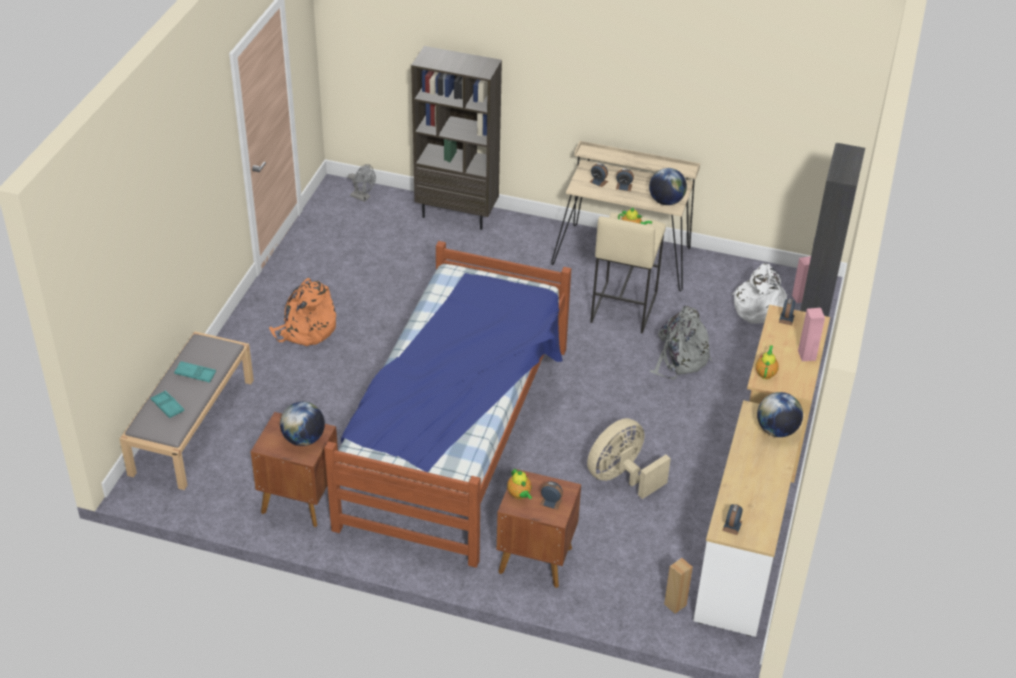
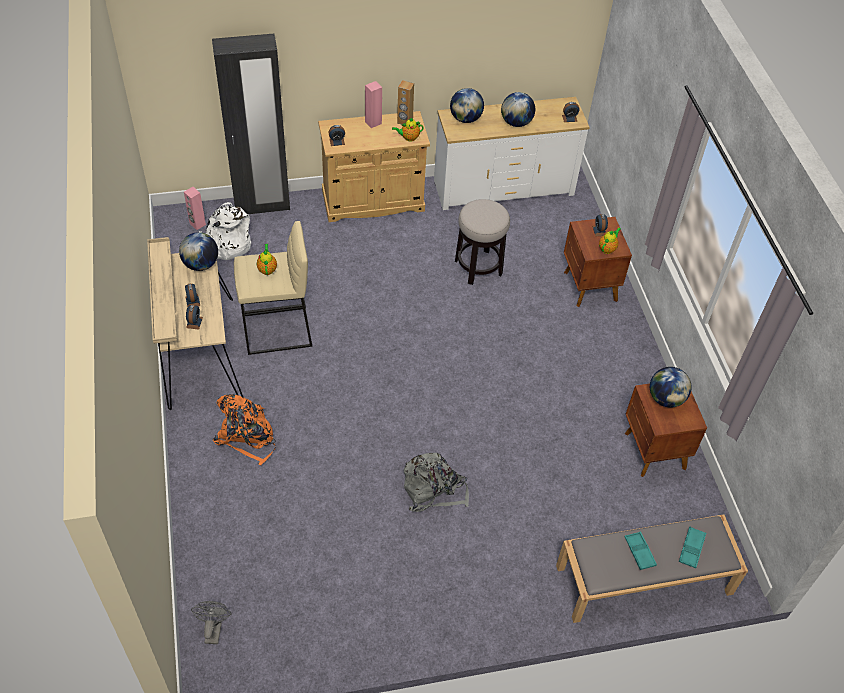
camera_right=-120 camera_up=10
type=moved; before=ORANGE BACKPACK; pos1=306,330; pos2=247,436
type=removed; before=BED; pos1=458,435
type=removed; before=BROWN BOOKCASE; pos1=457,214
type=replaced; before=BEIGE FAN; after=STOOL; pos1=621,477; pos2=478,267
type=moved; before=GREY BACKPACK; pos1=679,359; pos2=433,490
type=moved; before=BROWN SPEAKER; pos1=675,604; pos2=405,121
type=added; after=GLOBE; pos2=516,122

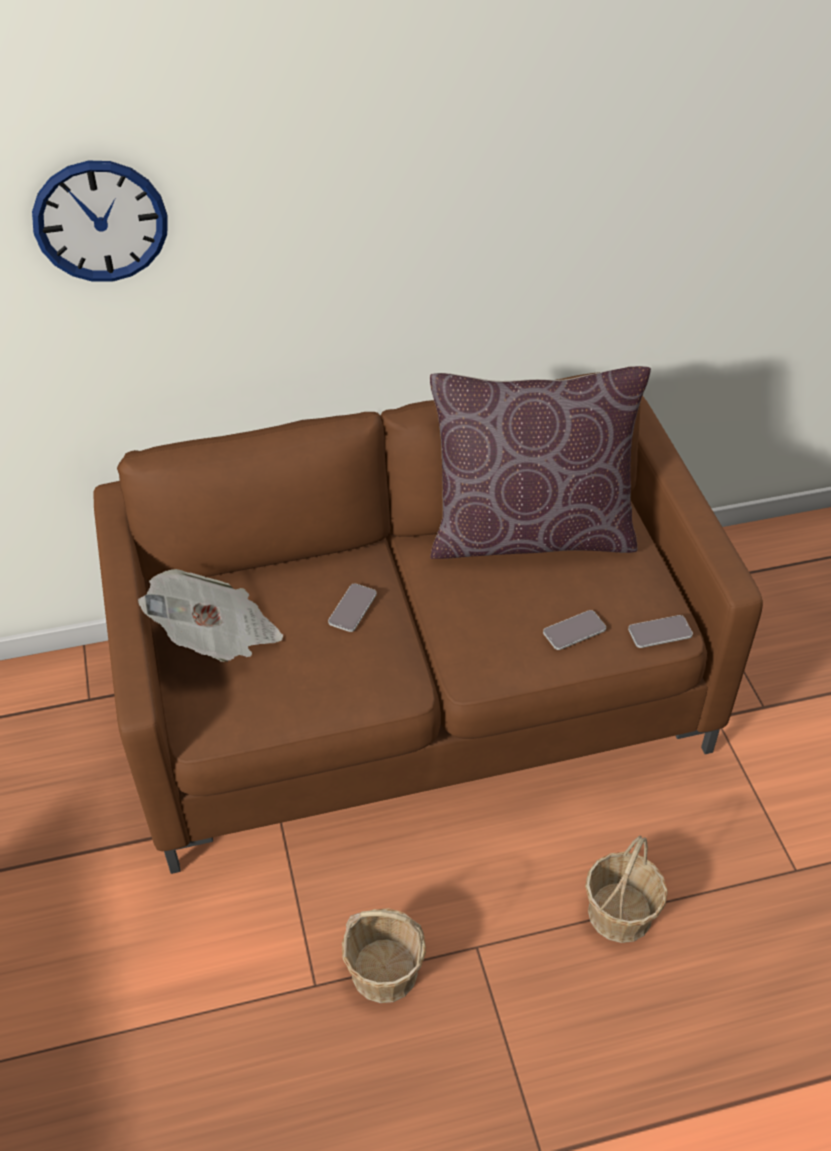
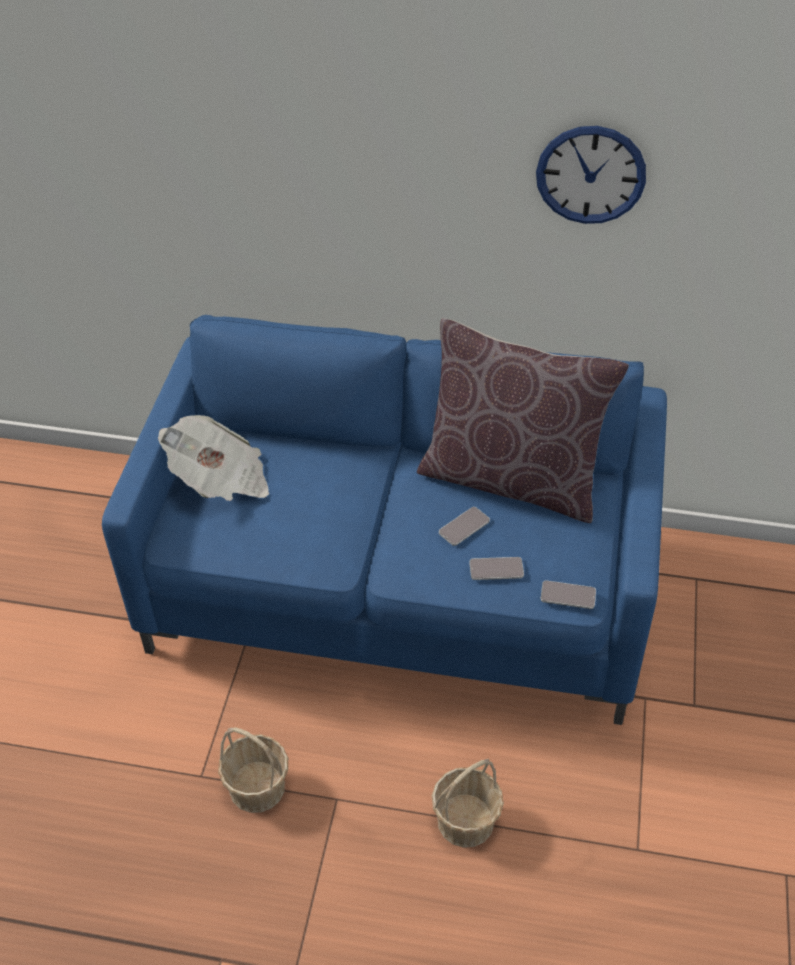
camera_right=25 camera_up=0
type=moved; before=WALL CLOCK; pos1=100,221; pos2=590,175
type=recoloured; before=BROWN SOFA; after=BLUE SOFA; pos1=414,702; pos2=398,592
type=moved; before=PHONE; pos1=352,608; pos2=464,527

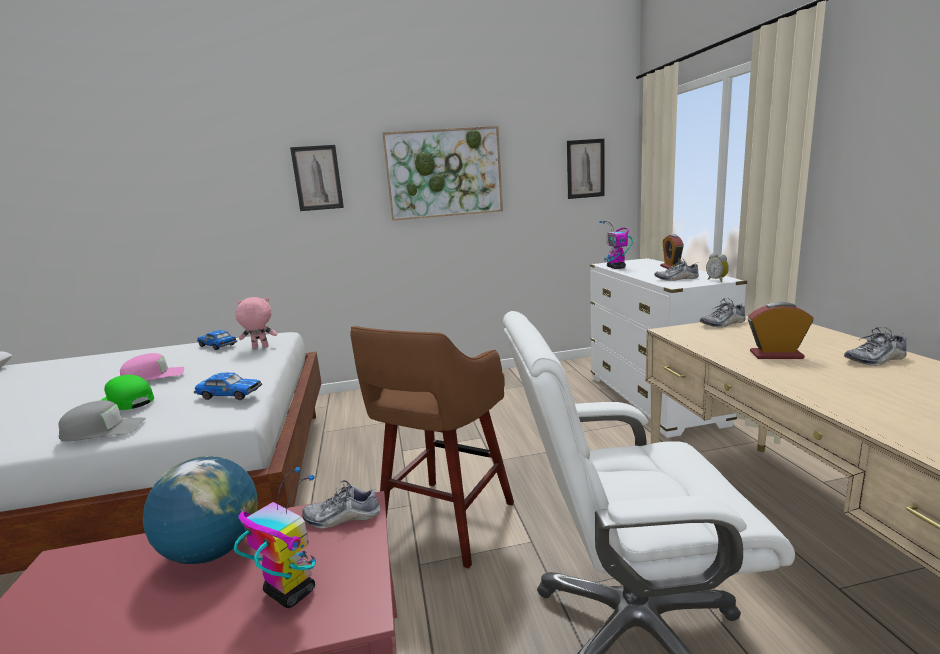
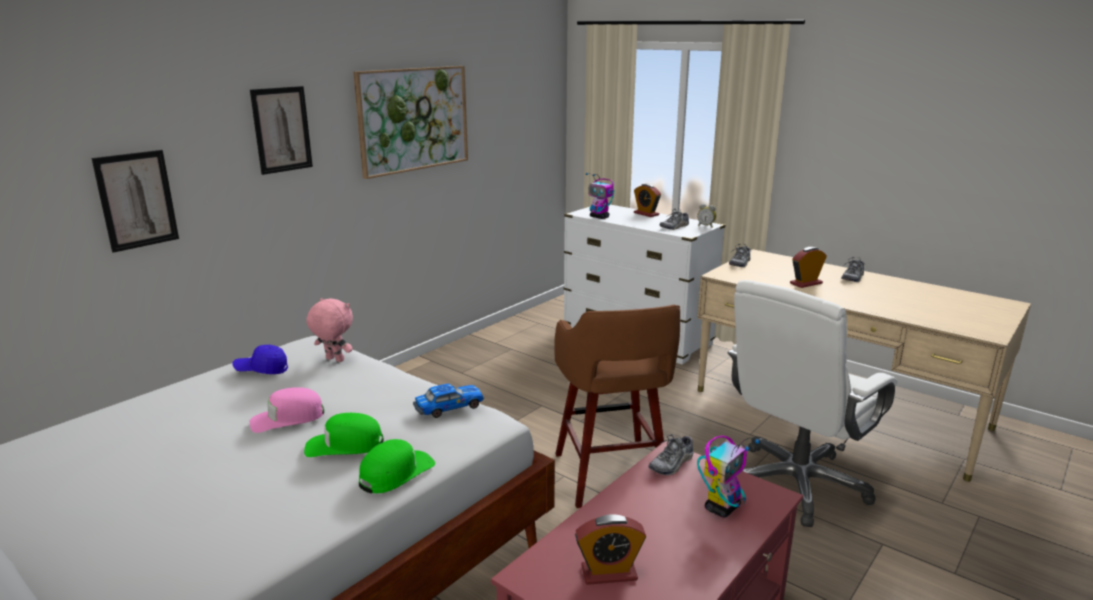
camera_right=-40 camera_up=5
type=recoloured; before=GREY CAP; after=GREEN CAP; pos1=103,430; pos2=396,472
type=turned; before=PINK CAP; pos1=154,376; pos2=287,418; turn=-135
type=removed; before=GLOBE; pos1=213,551
type=replaced; before=TOY CAR; after=BLUE CAP; pos1=218,346; pos2=262,370
type=turned; before=TOY ROBOT; pos1=289,591; pos2=722,507; turn=135
type=turned; before=PINK PLUSH TOY; pos1=260,347; pos2=334,360; turn=75
type=moved; before=PICTURE; pos1=585,169; pos2=137,200
type=added; after=ALARM CLOCK; pos2=609,573

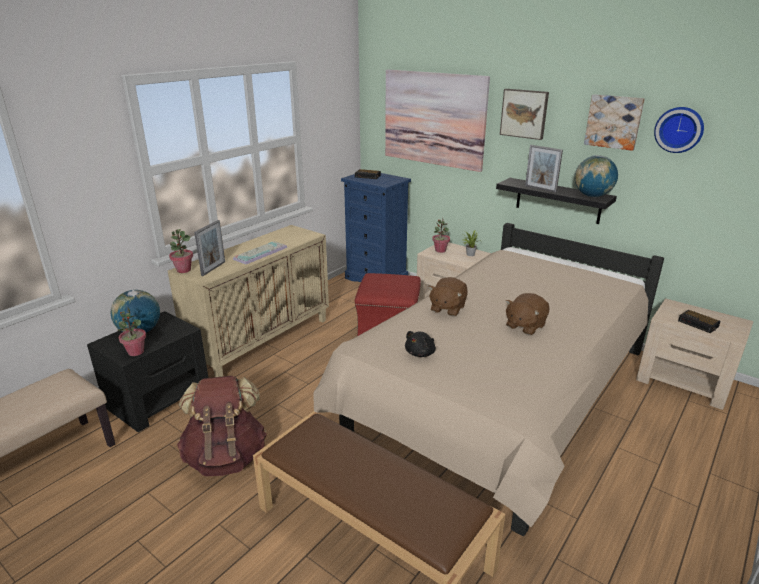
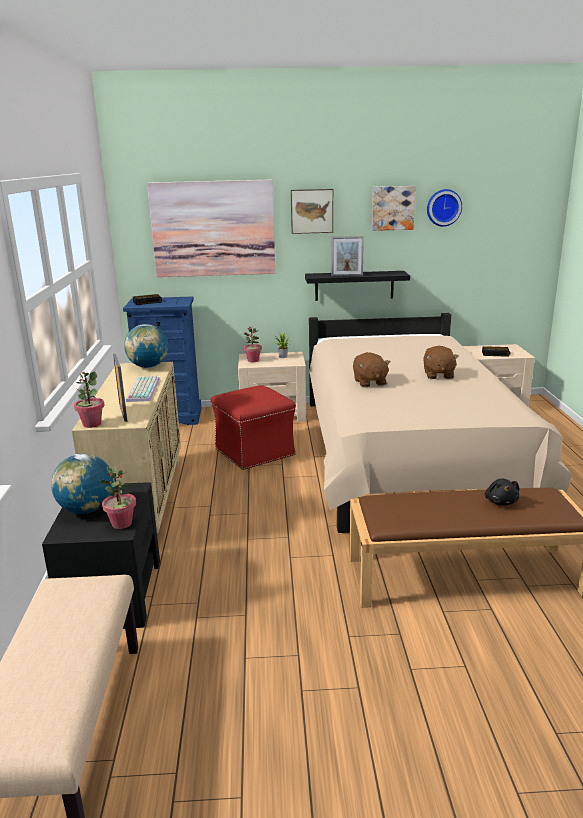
camera_right=-40 camera_up=-5
type=removed; before=BROWN BACKPACK; pos1=226,457
type=moved; before=BLACK PLUSH TOY; pos1=421,353; pos2=500,501
type=moved; before=GLOBE; pos1=592,196; pos2=148,367

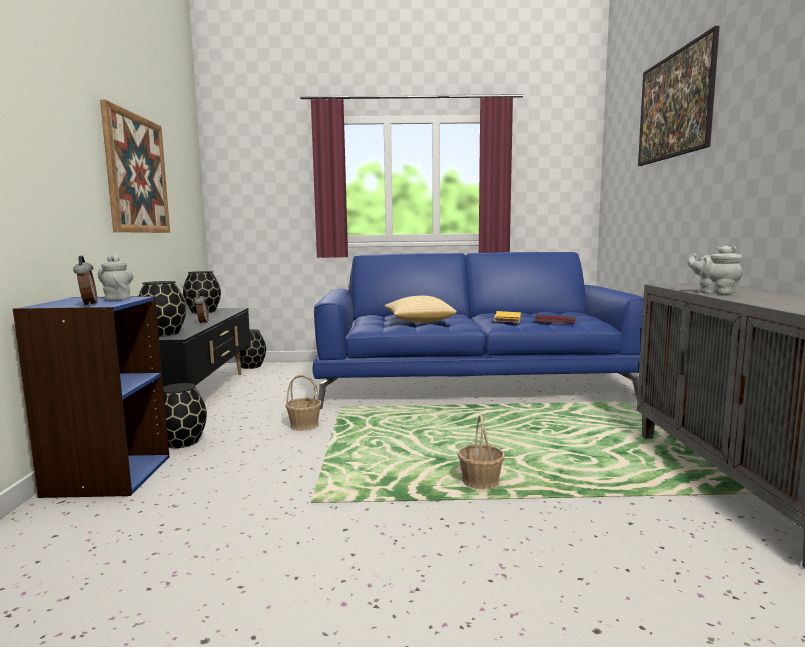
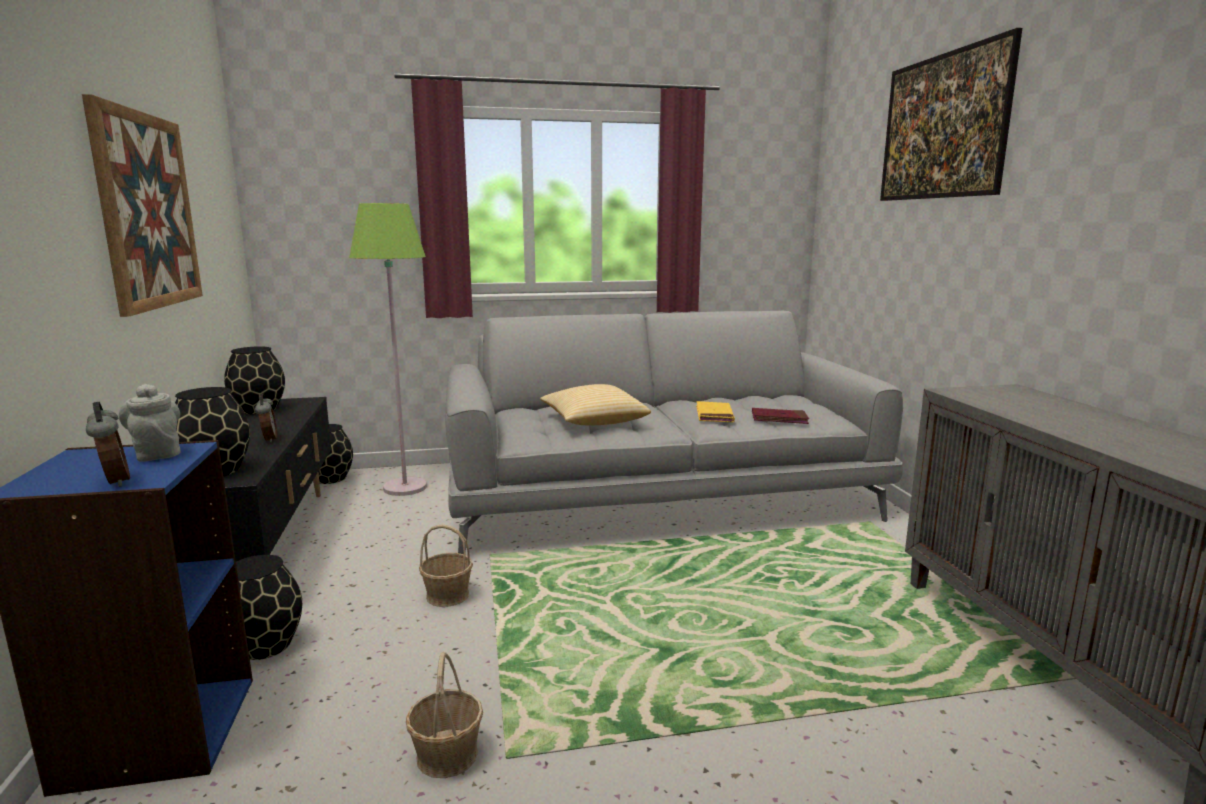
camera_right=-10 camera_up=5
type=recoloured; before=BLUE SOFA; after=GREY SOFA; pos1=472,382; pos2=659,495
type=moved; before=BASKET; pos1=480,482; pos2=446,755
type=removed; before=GREY TEAPOT; pos1=714,292
type=added; after=GREEN FLOOR LAMP; pos2=405,487

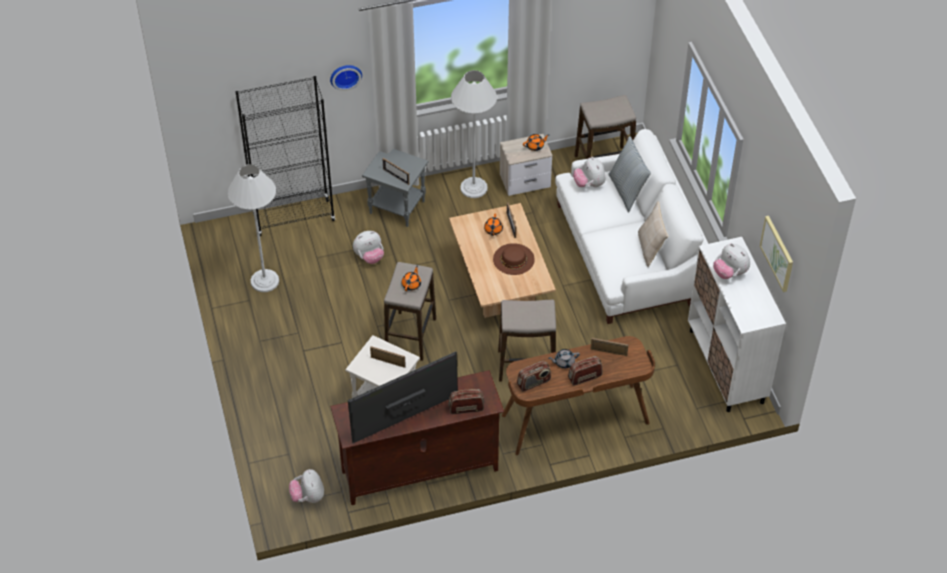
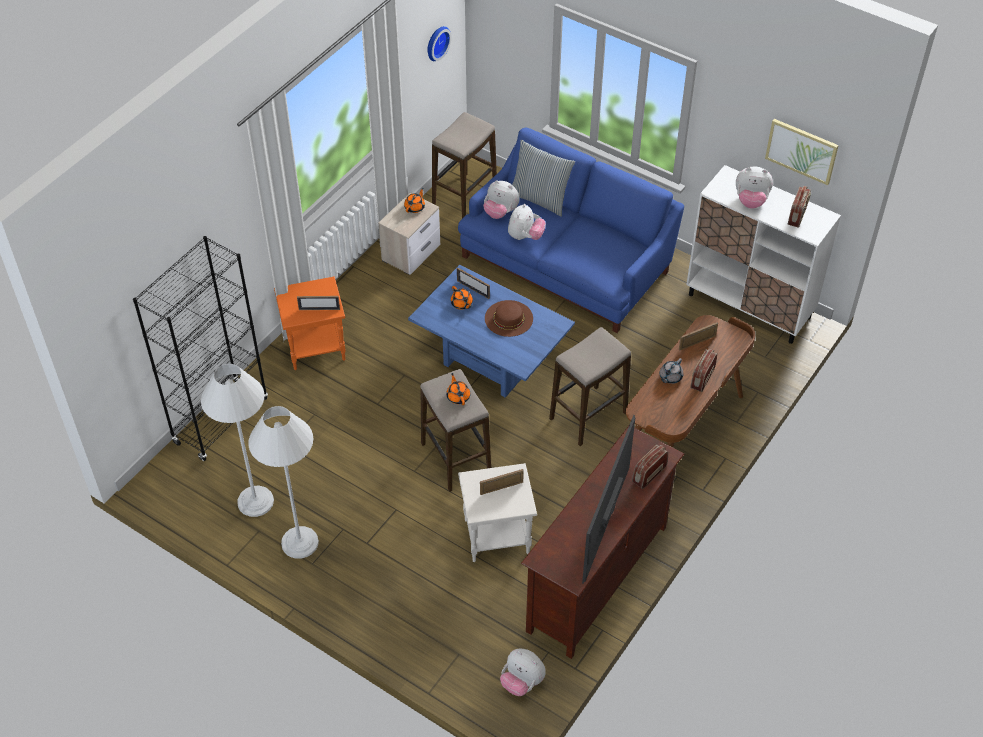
camera_right=-40 camera_up=0
type=moved; before=WALL CLOCK; pos1=345,75; pos2=436,42
type=moved; before=PLUSH TOY; pos1=369,257; pos2=525,236
type=recoloured; before=GREY SIDE TABLE; after=ORANGE SIDE TABLE; pos1=398,207; pos2=316,347
type=recoloured; before=BEIGE COFFEE TABLE; after=BLUE COFFEE TABLE; pos1=500,288; pos2=491,361
type=moved; before=WHITE FLOOR LAMP; pos1=473,188; pos2=299,542
type=moved; before=RADIO; pos1=533,383; pos2=797,216
type=recoloured; before=WHITE SOFA; after=BLUE SOFA; pos1=628,252; pos2=567,261
type=removed; before=BEIGE PILLOW; pos1=650,248

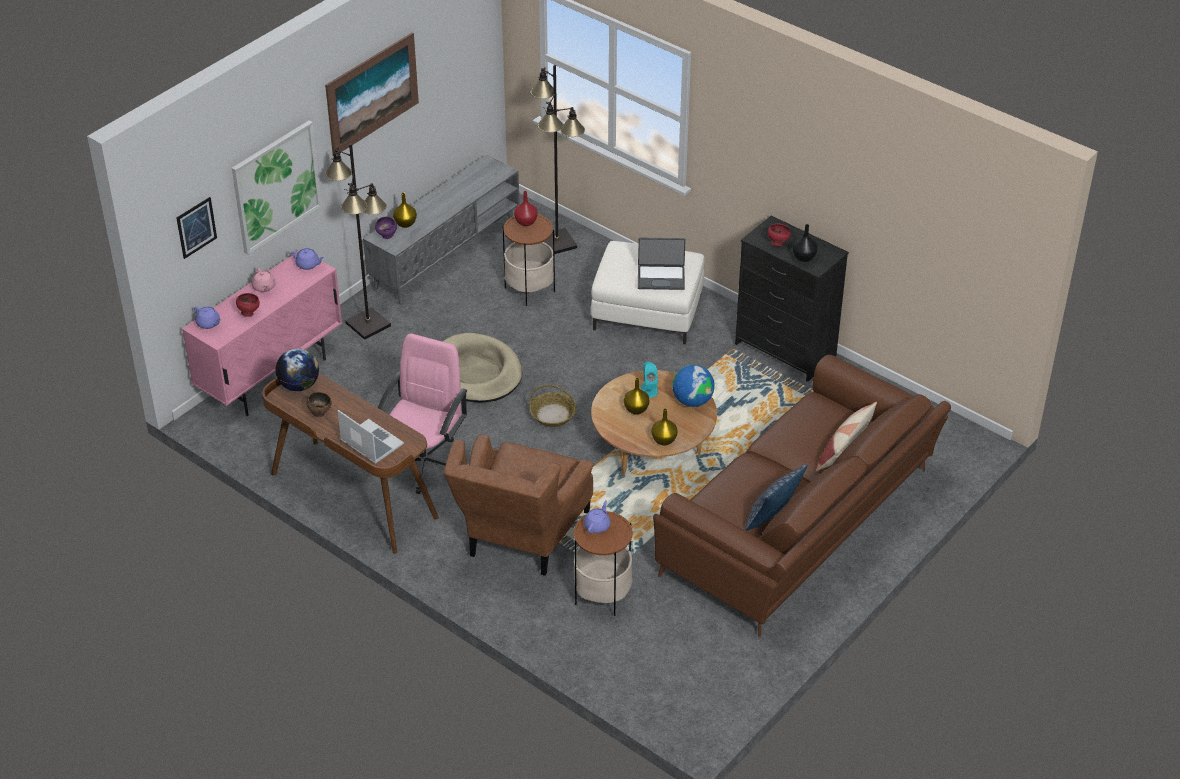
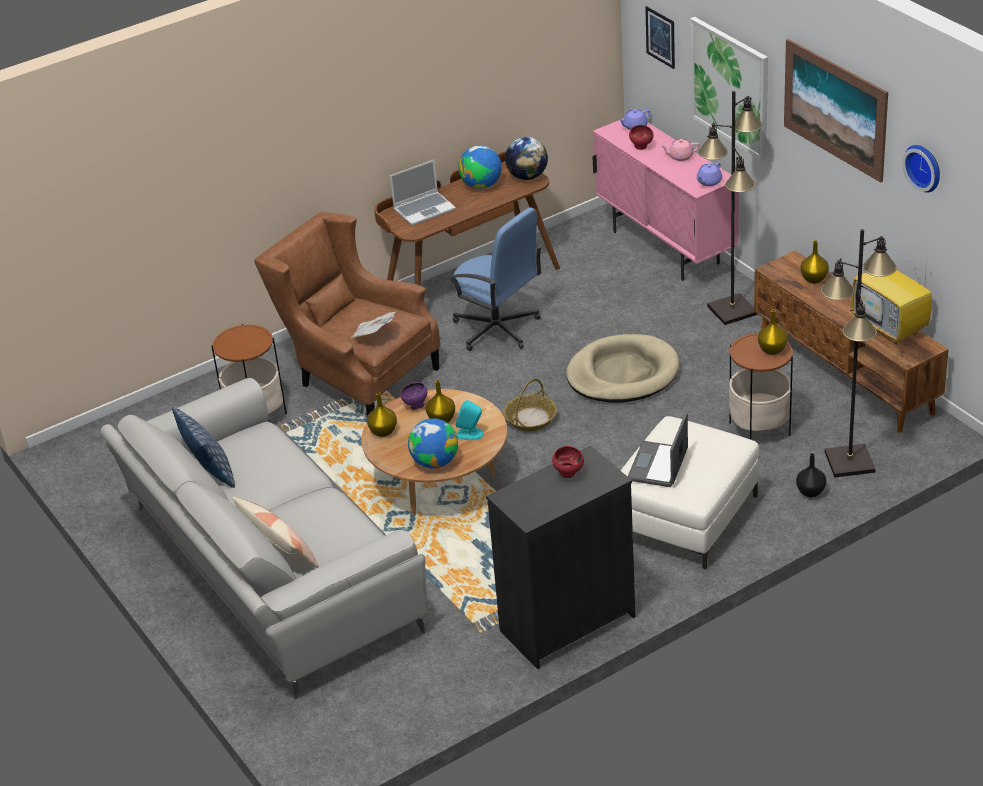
camera_right=110 camera_up=-5
type=replaced; before=BROWN BOWL; after=GLOBE; pos1=320,413; pos2=481,185
type=recoloured; before=GREY TV STAND; after=BROWN TV STAND; pos1=445,255; pos2=846,373
type=moved; before=PURPLE BOWL; pos1=387,237; pos2=415,406
type=recoloured; before=PINK OFFICE CHAIR; after=BLUE OFFICE CHAIR; pos1=424,462; pos2=497,329
type=recoloured; before=RED VASE; after=YELLOW VASE; pos1=525,222; pos2=772,349
type=removed; before=PURPLE TEAPOT; pos1=597,525
type=recoloured; before=BROWN SOFA; after=GREY SOFA; pos1=799,525; pos2=269,571
type=moved; before=BLACK VASE; pos1=804,258; pos2=810,492
type=added; after=NEWSPAPER; pos2=374,335
type=added; after=TELEVISION; pos2=891,328
type=added; after=WALL CLOCK; pos2=925,167

